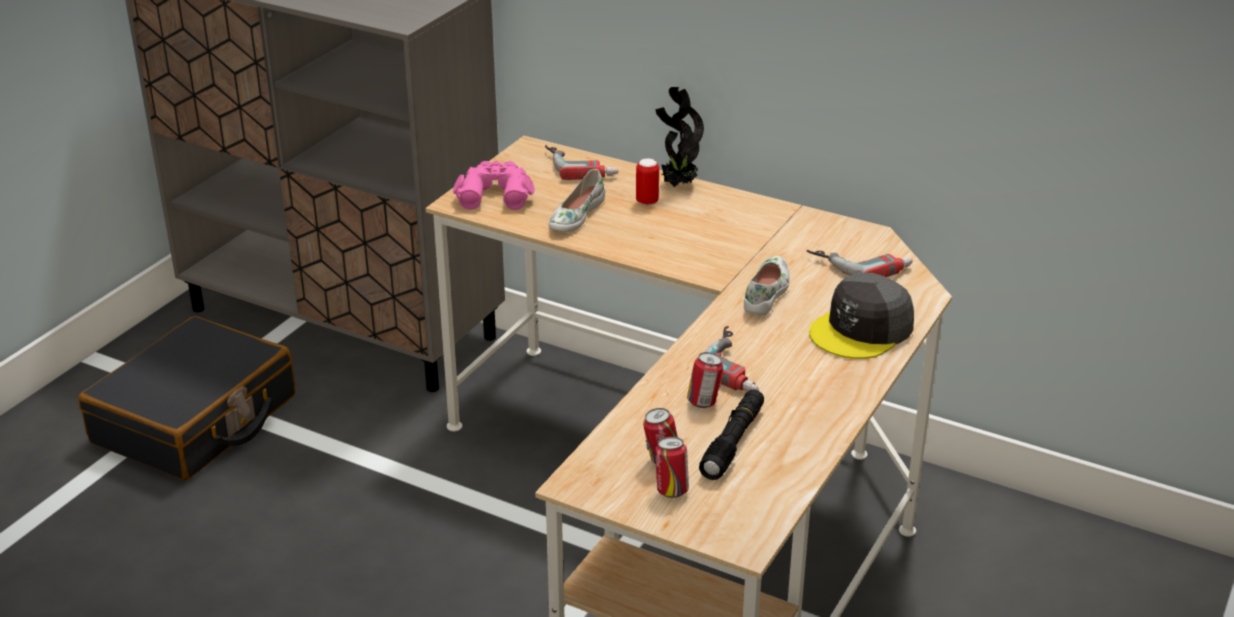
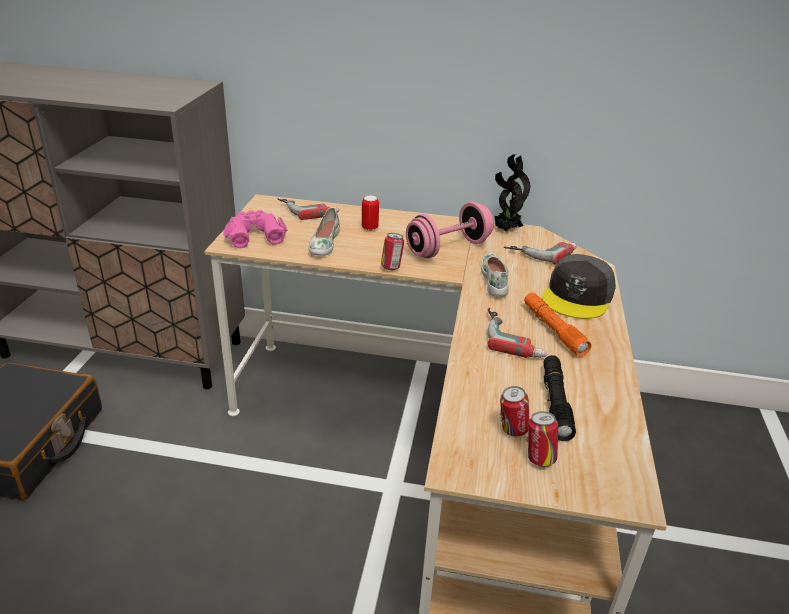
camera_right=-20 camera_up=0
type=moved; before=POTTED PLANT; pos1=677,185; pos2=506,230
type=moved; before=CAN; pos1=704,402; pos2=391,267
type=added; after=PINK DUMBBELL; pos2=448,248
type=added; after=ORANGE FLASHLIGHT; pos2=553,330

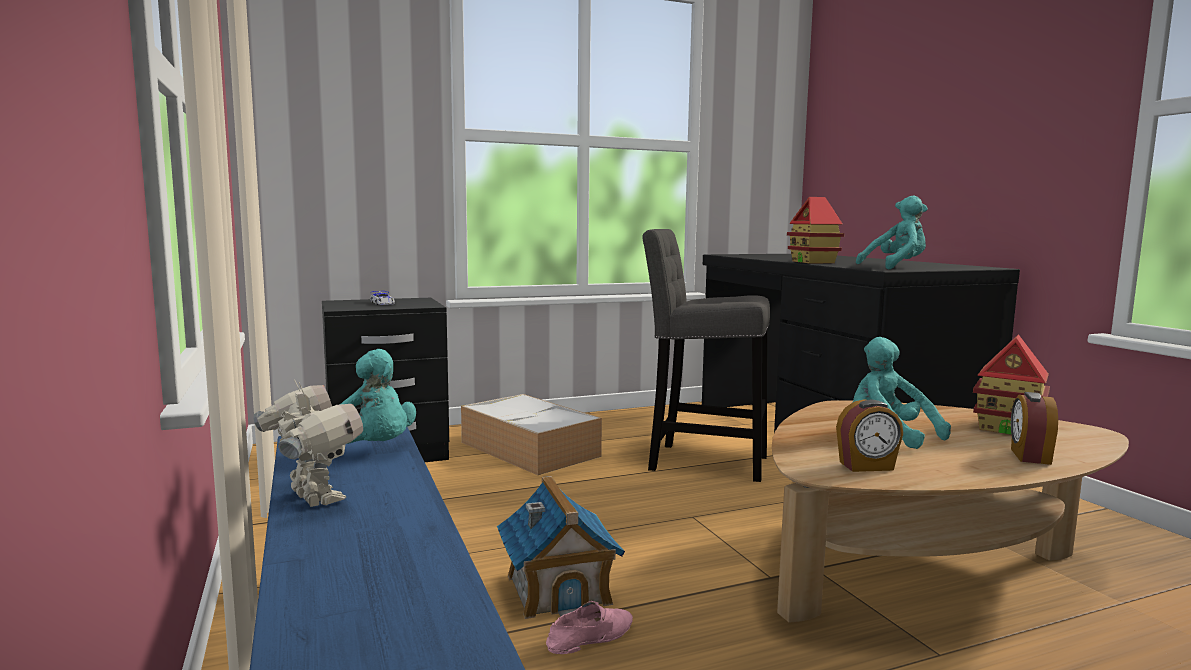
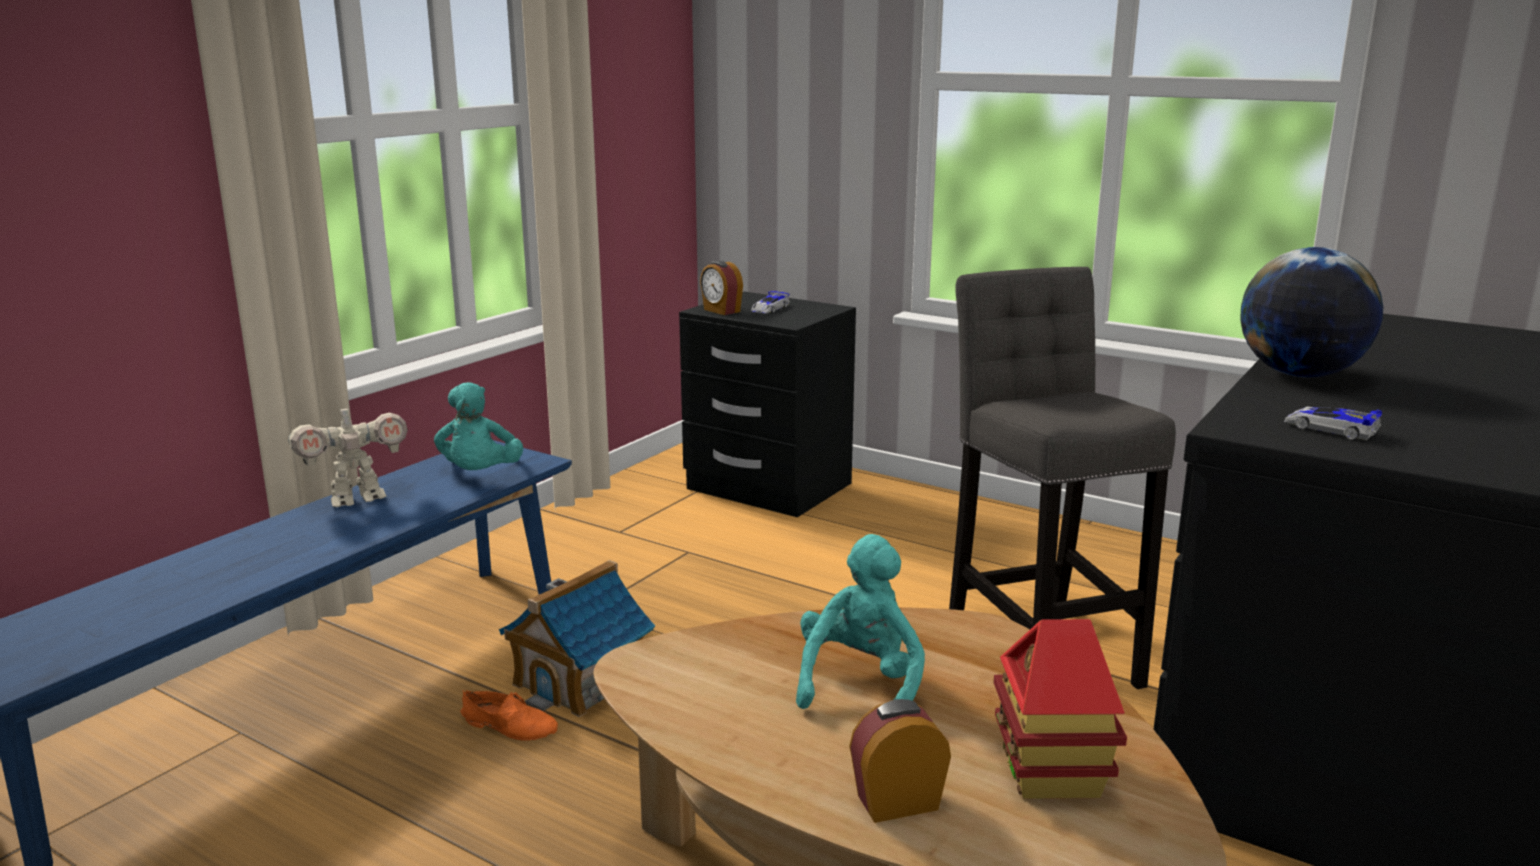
camera_right=55 camera_up=10
type=turned; before=TOY ROBOT; pos1=312,498; pos2=356,499; turn=45
type=removed; before=STORAGE BOX; pos1=531,449
type=recoloured; before=PINK SHOE; after=ORANGE SHOE; pos1=589,636; pos2=510,725
type=replaced; before=TOY HOUSE; after=GLOBE; pos1=813,262; pos2=1300,375
type=moved; before=ALARM CLOCK; pos1=867,466; pos2=721,311
type=replaced; before=TURQUOISE PLUSH TOY; after=TOY CAR; pos1=896,267; pos2=1329,429

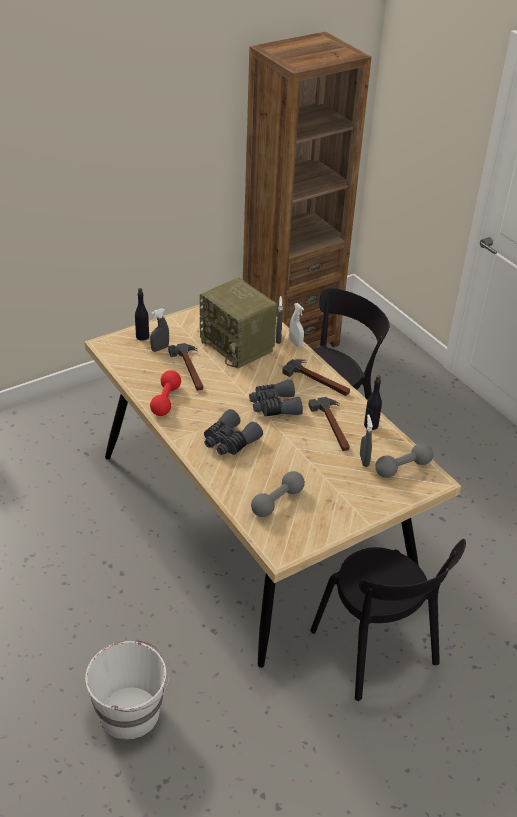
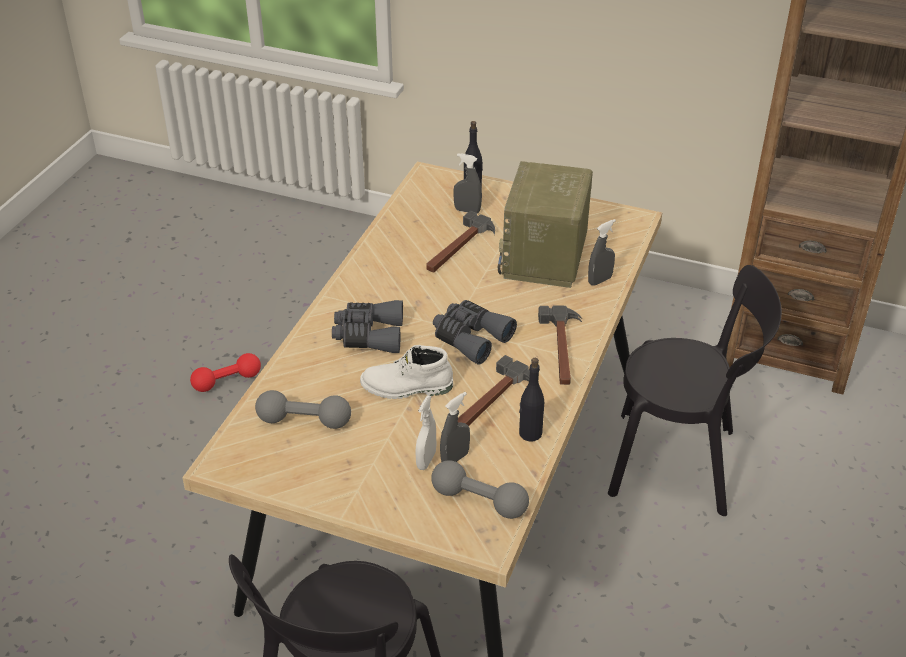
camera_right=55 camera_up=0
type=removed; before=WHITE BUCKET; pos1=131,712
type=moved; before=RED DUMBBELL; pos1=166,400; pos2=227,381
type=moved; before=WHITE SPRAY BOTTLE; pos1=295,343; pos2=426,460
type=added; after=WHITE BOOT; pos2=406,388

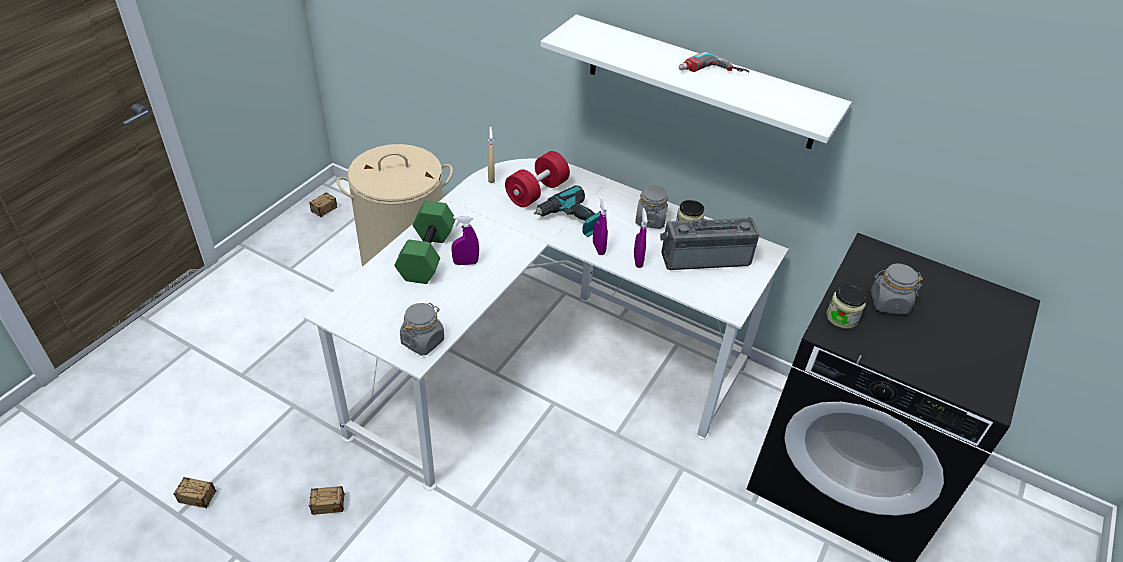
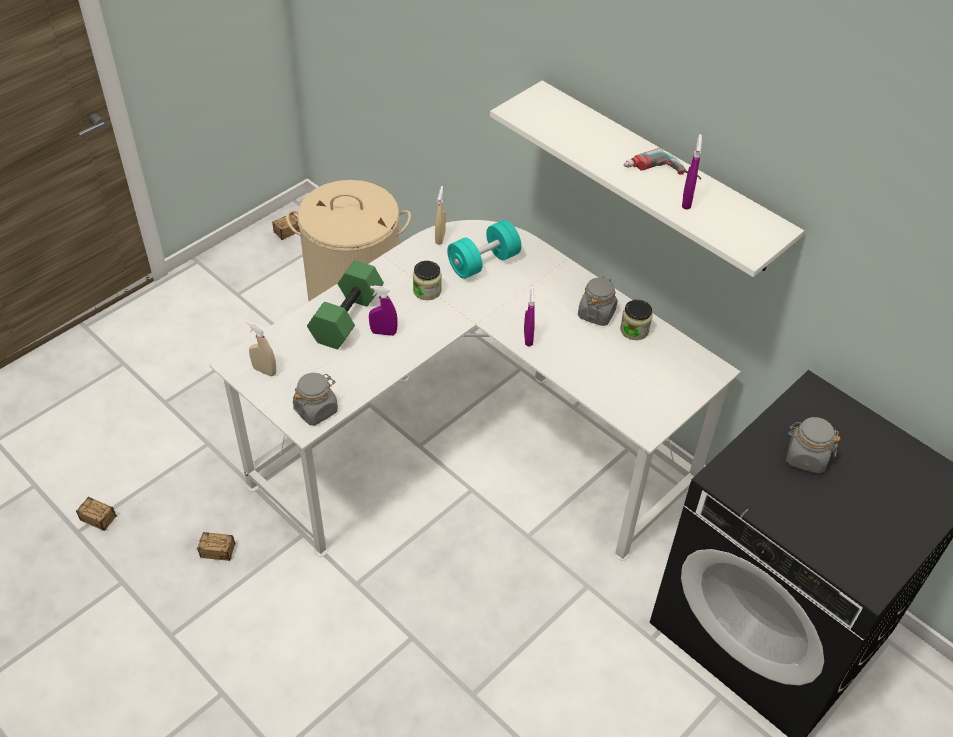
camera_right=15 camera_up=5
type=recoloured; before=RED DUMBBELL; after=TURQUOISE DUMBBELL; pos1=537,192; pos2=483,262
type=removed; before=POWER DRILL; pos1=571,220
type=moved; before=PURPLE SPRAY BOTTLE; pos1=638,261; pos2=686,201
type=removed; before=RADIO; pos1=704,256
type=moved; before=JAR; pos1=841,317; pos2=427,291
type=added; after=BEIGE SPRAY BOTTLE; pos2=264,371

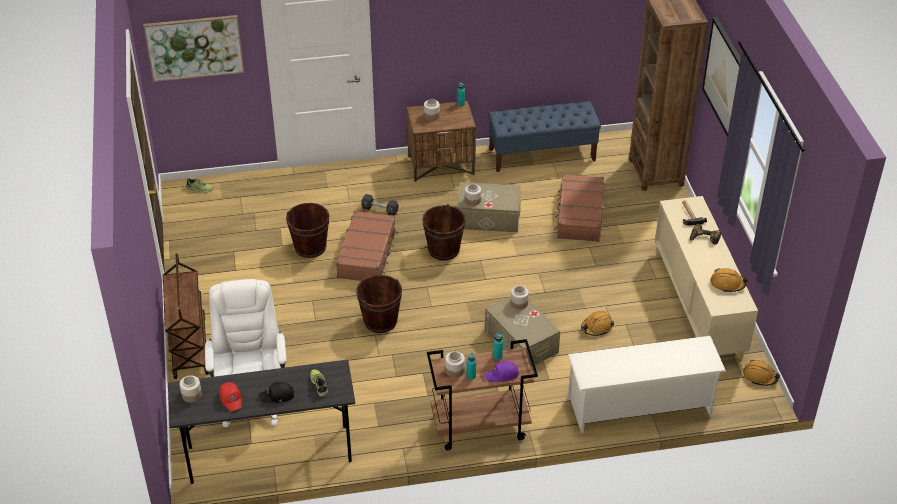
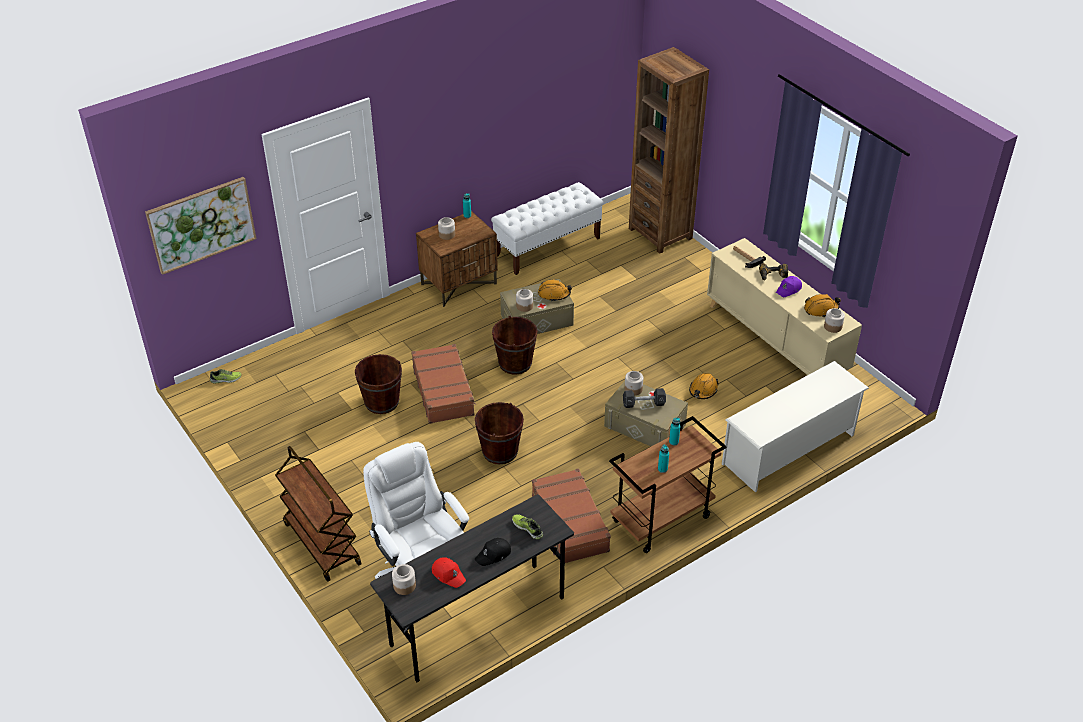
camera_right=-25 camera_up=0
type=moved; before=BLACK DUMBBELL; pos1=380,210; pos2=643,403
type=moved; before=JAR; pos1=454,370; pos2=832,326
type=moved; before=PURPLE CAP; pos1=502,375; pos2=789,289
type=recoloured; before=BLUE BENCH; after=WHITE BENCH; pos1=542,155; pos2=547,246
type=moved; before=BROWN SUITCASE; pos1=579,215; pos2=569,524
type=removed; before=PICTURE; pos1=725,78
type=moved; before=ORANGE HARD HAT; pos1=760,376; pos2=554,294

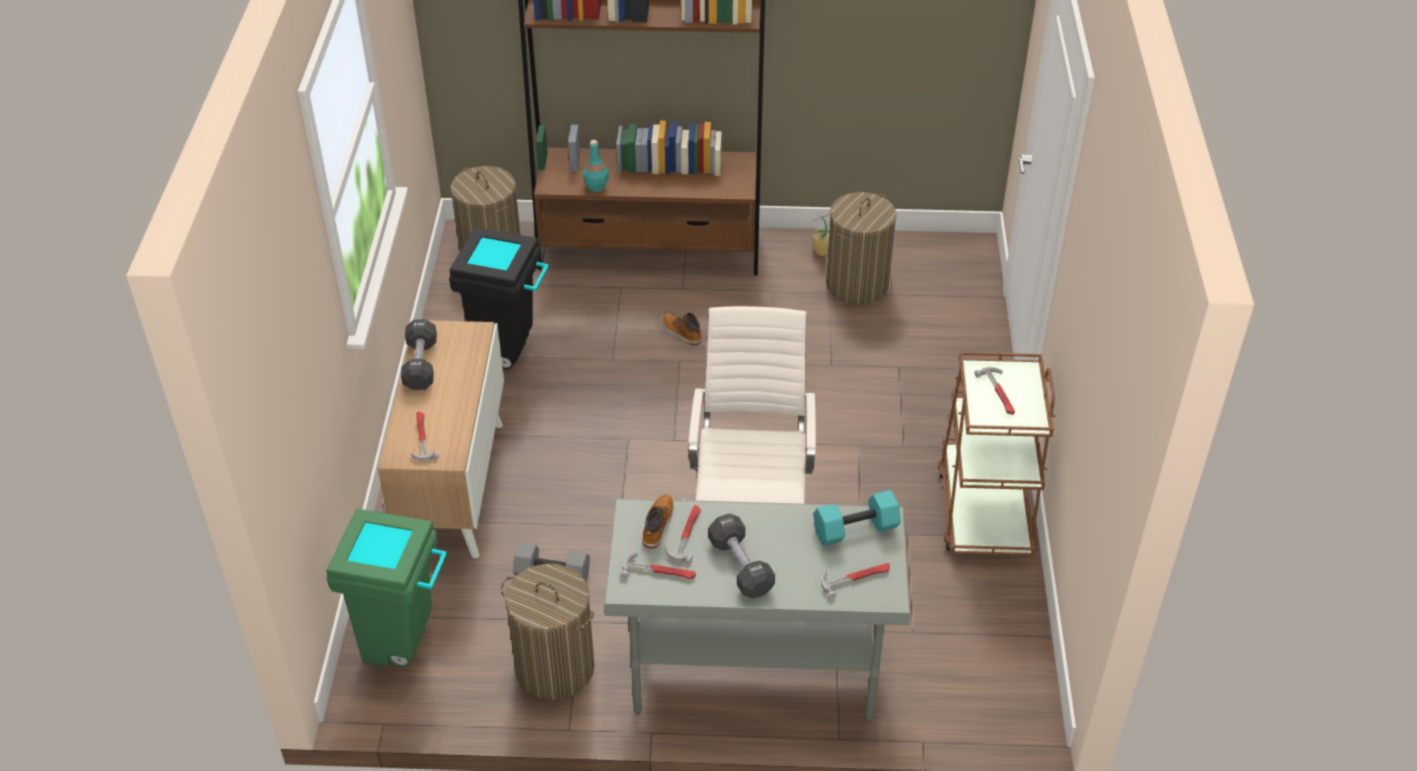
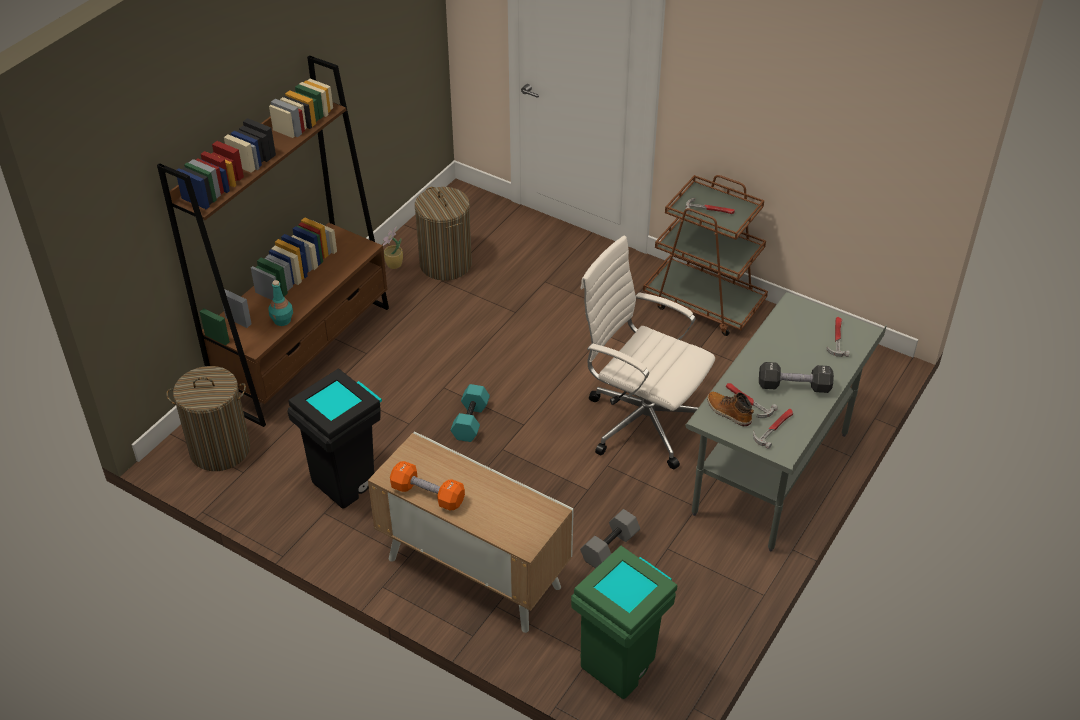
camera_right=-60 camera_up=0
type=recoloured; before=BLACK DUMBBELL; after=ORANGE DUMBBELL; pos1=421,365; pos2=428,494
type=removed; before=HAMMER; pos1=422,438
type=removed; before=LAUNDRY BASKET; pos1=554,668
type=removed; before=BOOT; pos1=681,333
type=moved; before=TURQUOISE DUMBBELL; pos1=855,530; pos2=471,422

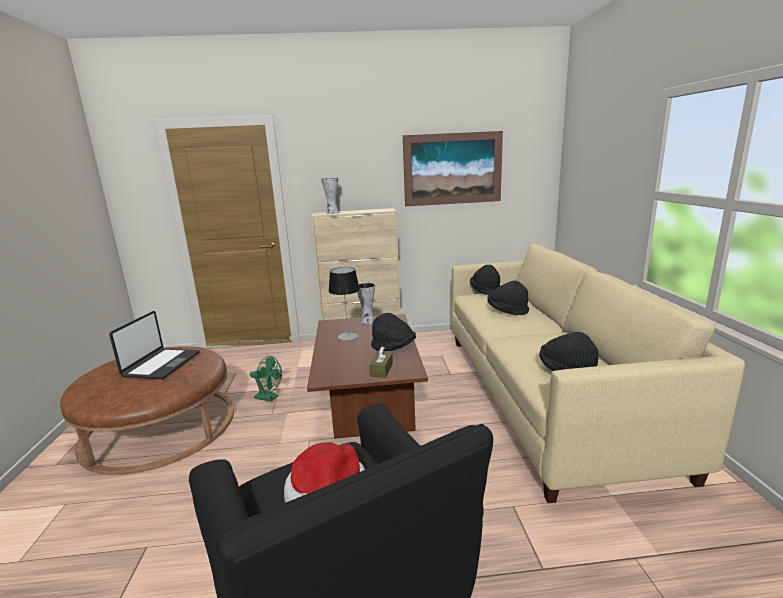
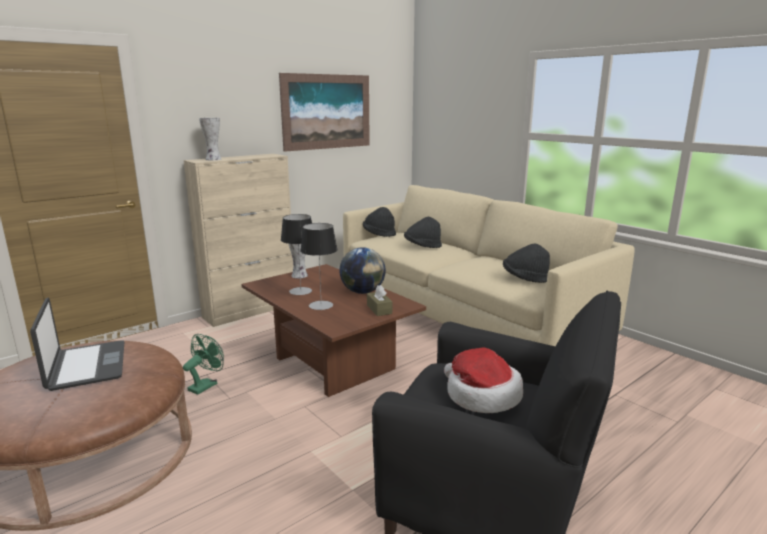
camera_right=-35 camera_up=0
type=turned; before=GREEN FAN; pos1=269,398; pos2=206,385; turn=-45
type=replaced; before=BLACK HAT; after=GLOBE; pos1=393,348; pos2=362,292
type=added; after=TABLE LAMP; pos2=321,305

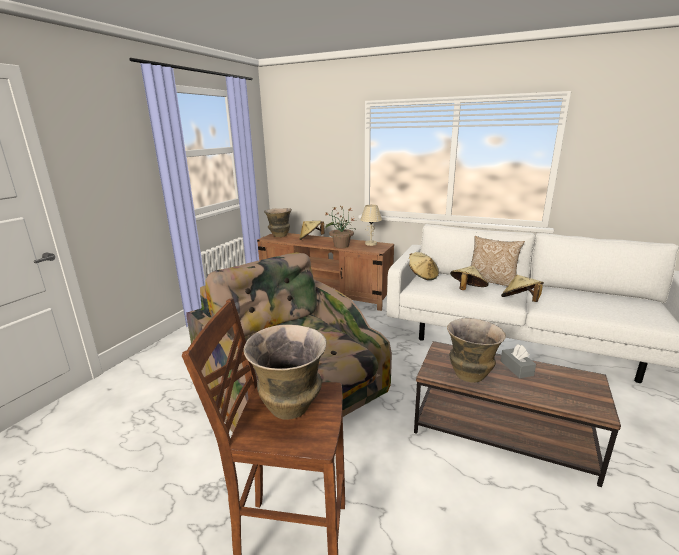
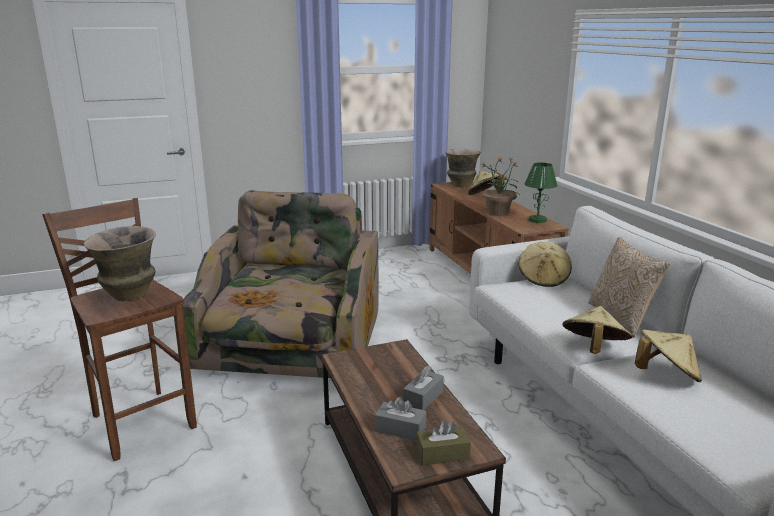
camera_right=45 camera_up=0
type=recoloured; before=BEIGE TABLE LAMP; after=GREEN TABLE LAMP; pos1=370,244; pos2=537,220
type=removed; before=VASE; pos1=470,375
type=moved; before=BEIGE HAT; pos1=467,290; pos2=666,375
type=added; after=GREY TISSUE BOX; pos2=400,429
type=added; after=BROWN TISSUE BOX; pos2=442,454

